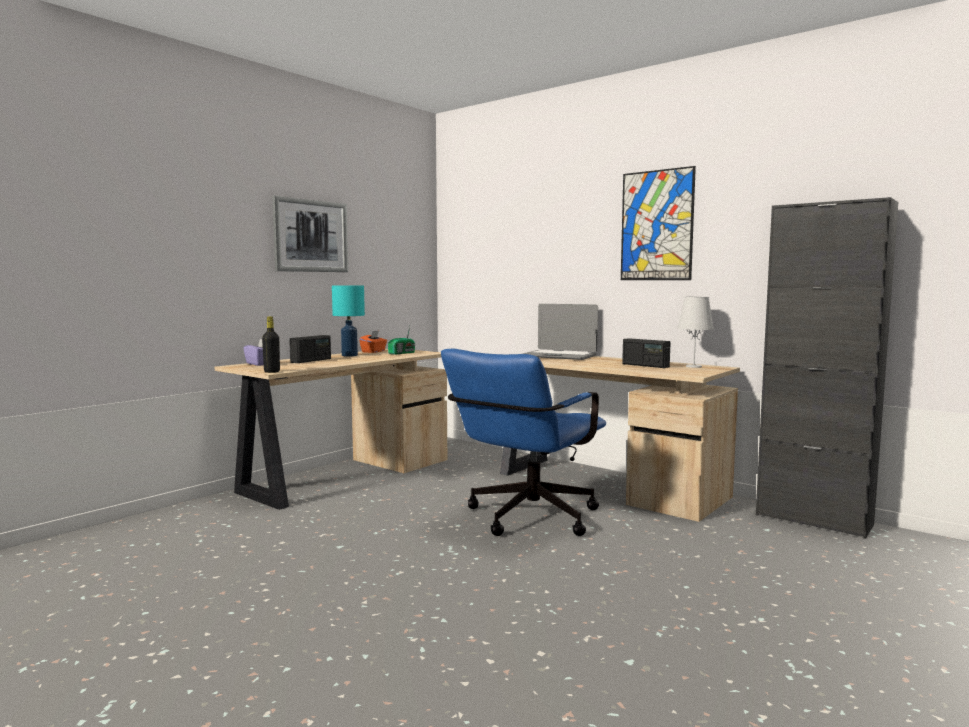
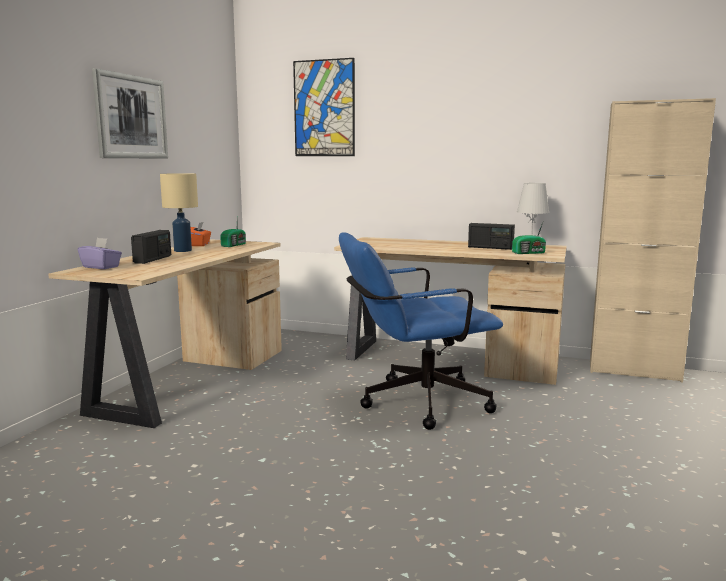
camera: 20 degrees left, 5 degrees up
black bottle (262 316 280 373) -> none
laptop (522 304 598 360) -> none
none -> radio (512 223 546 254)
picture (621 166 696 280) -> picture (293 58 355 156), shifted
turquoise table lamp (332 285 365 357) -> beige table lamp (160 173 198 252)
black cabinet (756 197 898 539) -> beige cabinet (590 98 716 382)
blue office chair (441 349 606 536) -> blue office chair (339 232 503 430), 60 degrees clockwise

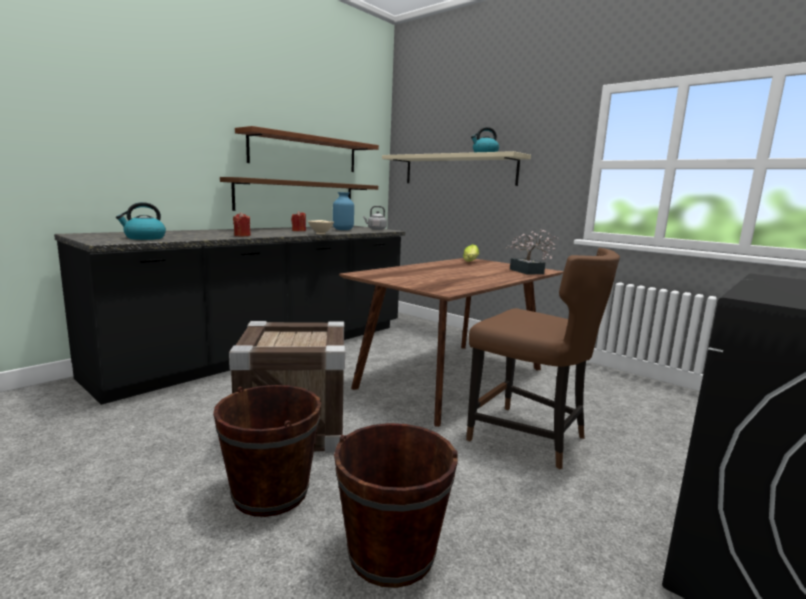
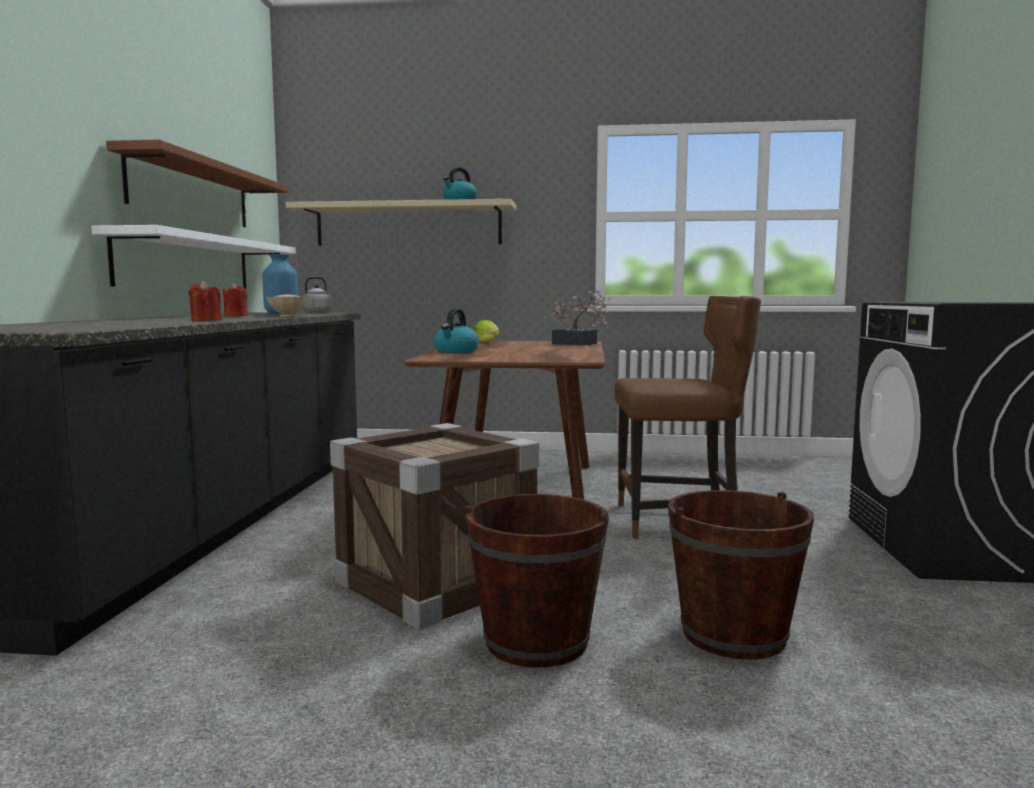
camera: 35 degrees left, 5 degrees down
kettle (116 202 166 240) -> kettle (434 308 479 353), shifted
brown shelf (220 177 378 211) -> white shelf (91 225 296 289)

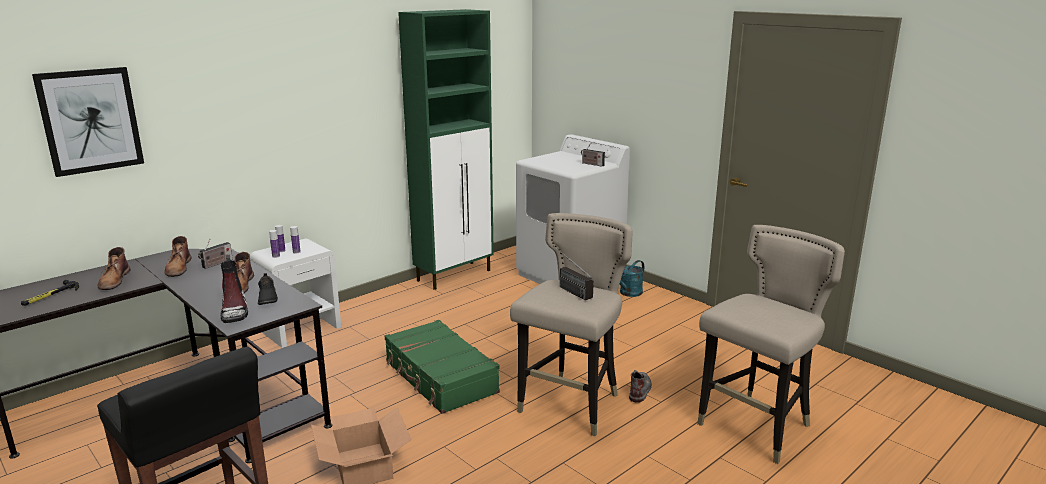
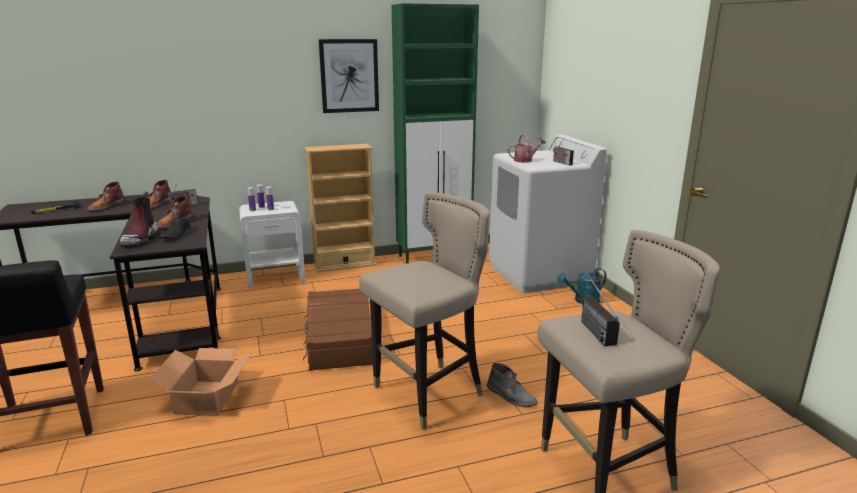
camera: 25 degrees right, 0 degrees up
none -> beige bookcase (305 144 376 273)
none -> watering can (508 134 546 163)
picture (32 67 144 177) -> picture (319 39 379 113), shifted
radio (554 246 594 300) -> radio (581 268 620 346), shifted
green suitcase (385 320 500 414) -> brown suitcase (303 289 373 371)
grey boot (629 370 652 403) -> grey boot (487 363 538 407), 90 degrees clockwise

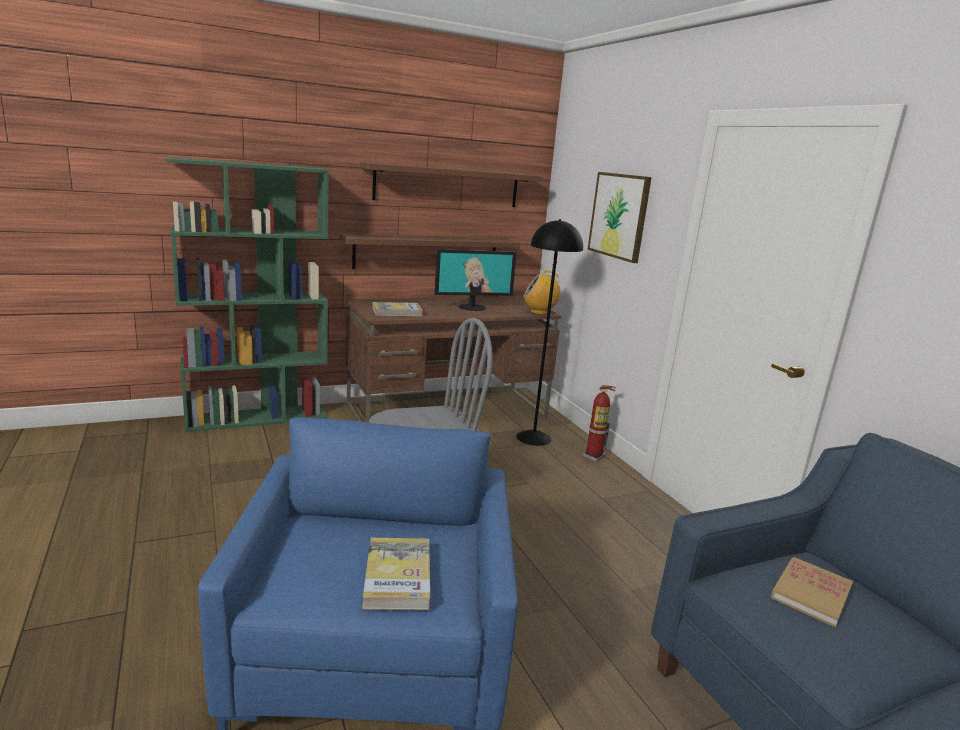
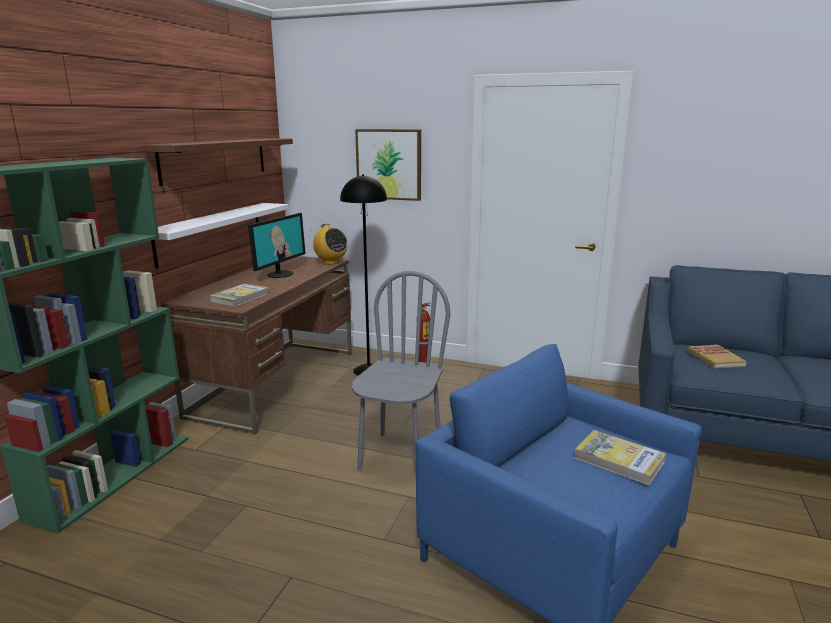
camera: 45 degrees left, 0 degrees up
brown shelf (340 234 520 269) -> white shelf (151 203 288 268)
radio (523 270 562 315) -> radio (312 223 348 264), 90 degrees counterclockwise

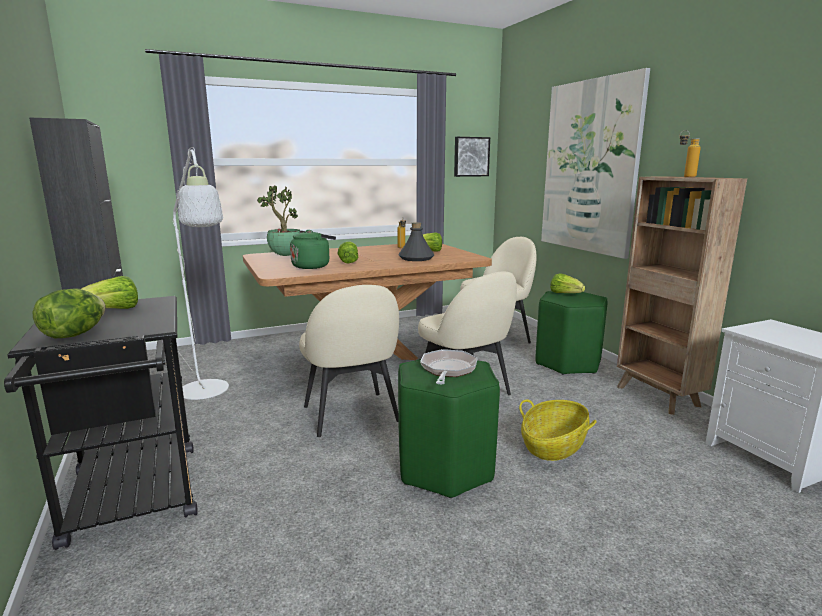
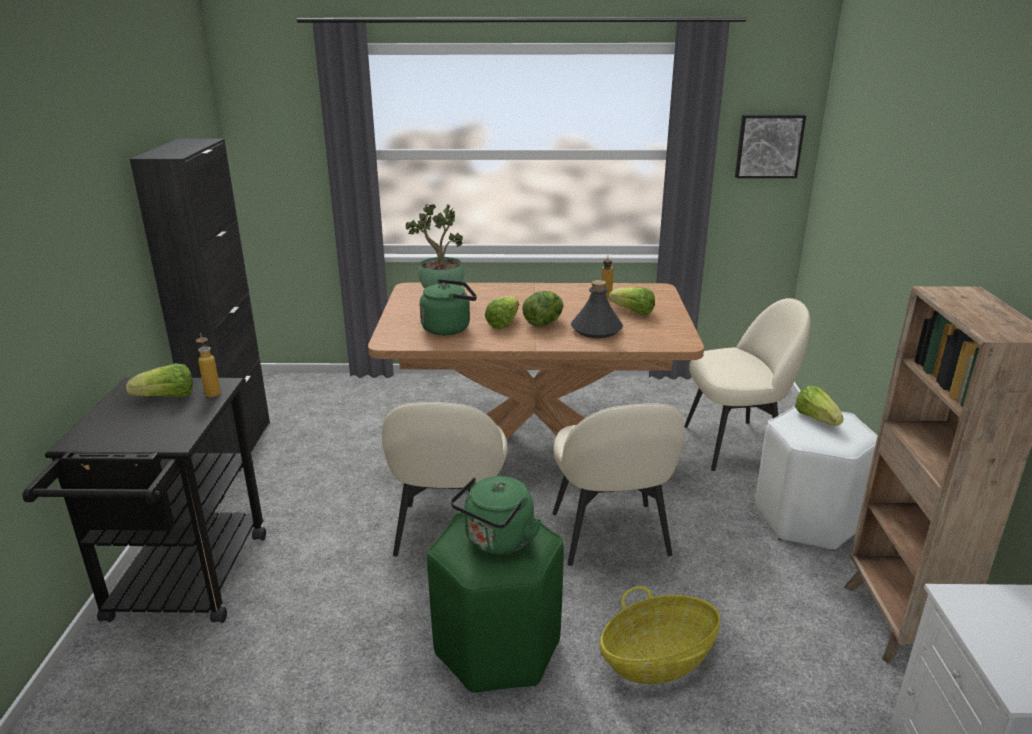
camera: 25 degrees right, 10 degrees up
white floor lamp (173 147 229 400) -> none
picture (541 68 650 259) -> none
lettuce (33 288 105 338) -> lettuce (522 291 564 326), shifted
bottle (679 130 701 177) -> bottle (196 333 221 397), shifted
frying pan (420 349 478 384) -> green kettle (451 476 542 555)
green stool (535 291 607 375) -> white stool (755 406 878 551)

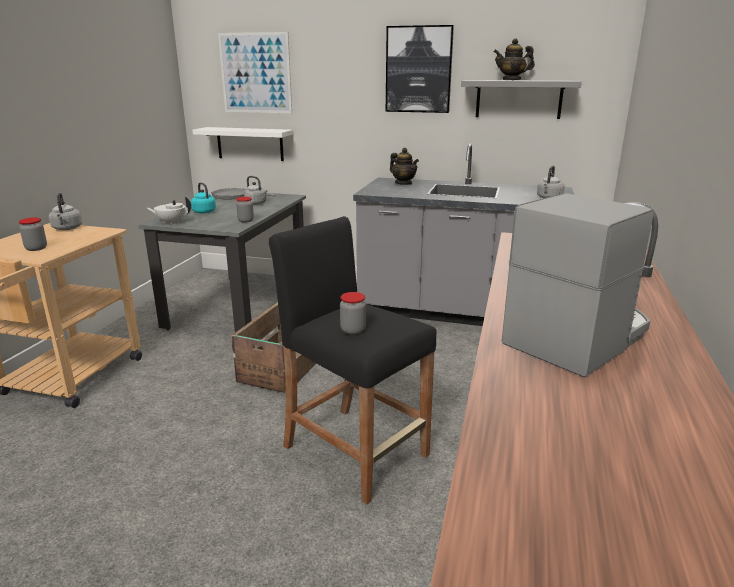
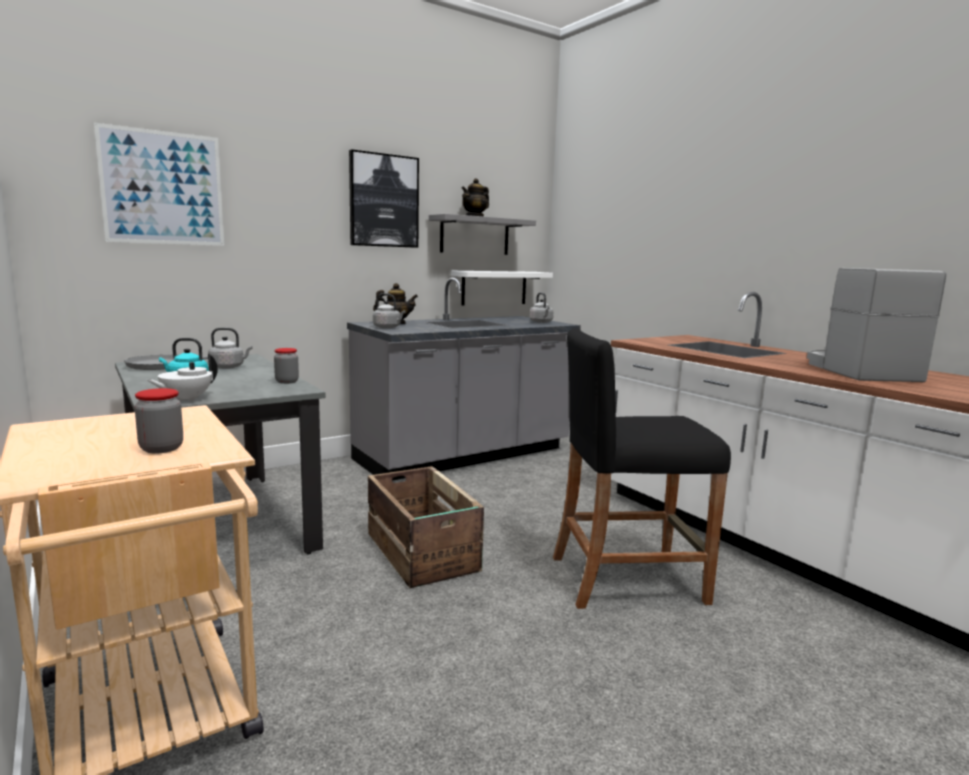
camera: 50 degrees left, 10 degrees down
jar (340 292 366 335) -> none
grey kettle (49 193 82 230) -> grey kettle (373 293 406 329), shifted
white shelf (193 127 293 161) -> white shelf (451 271 553 305), shifted

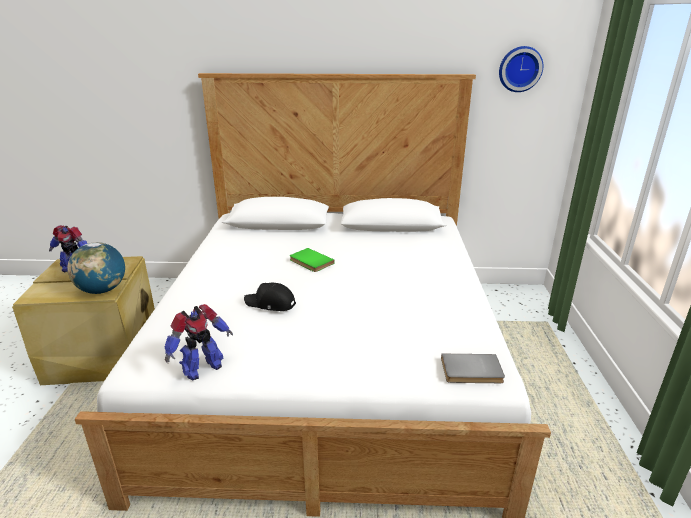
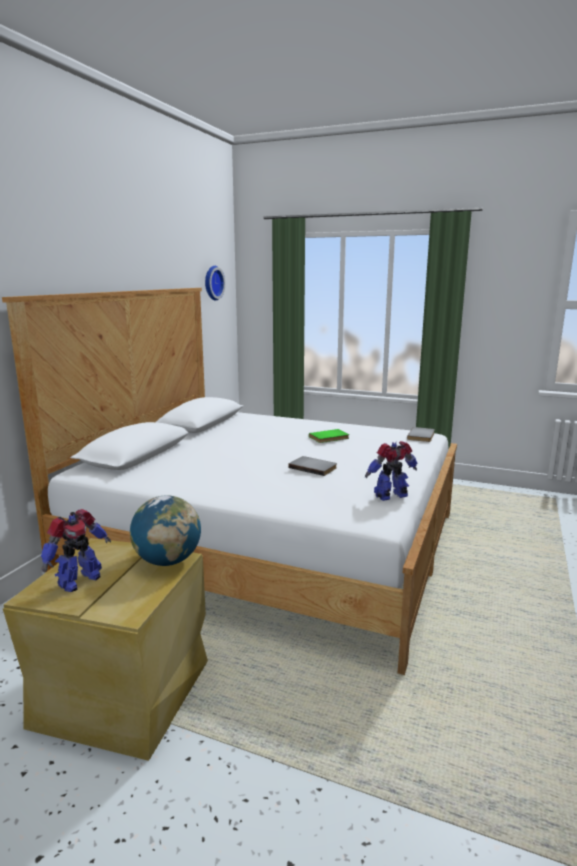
camera: 70 degrees left, 10 degrees down
green book (290 248 334 272) -> green book (309 429 349 443), shifted
black cap (244 282 296 311) -> grey book (289 456 337 476)
toy robot (165 304 233 381) -> toy robot (365 441 417 501), 90 degrees counterclockwise

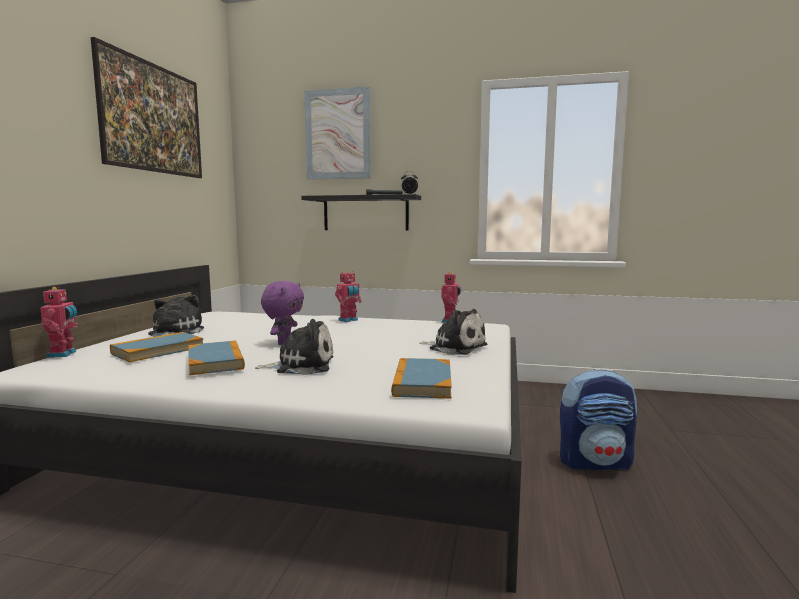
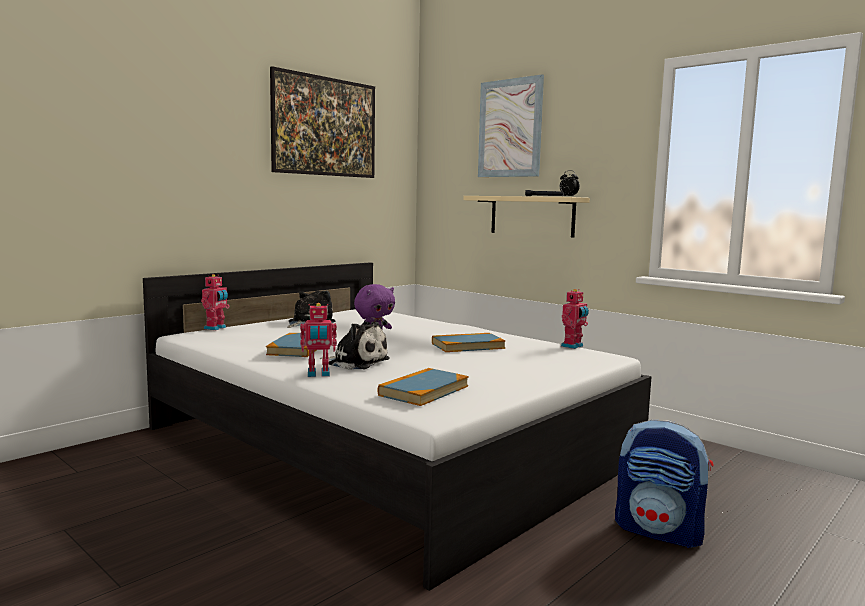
camera: 30 degrees right, 0 degrees up
plush toy (420 309 487 355) -> none
book (110 332 204 362) -> book (432 333 506 352), shifted
toy robot (335 271 362 322) -> toy robot (300 303 337 377), shifted
black shelf (301 194 421 230) -> beige shelf (463 196 590 237)

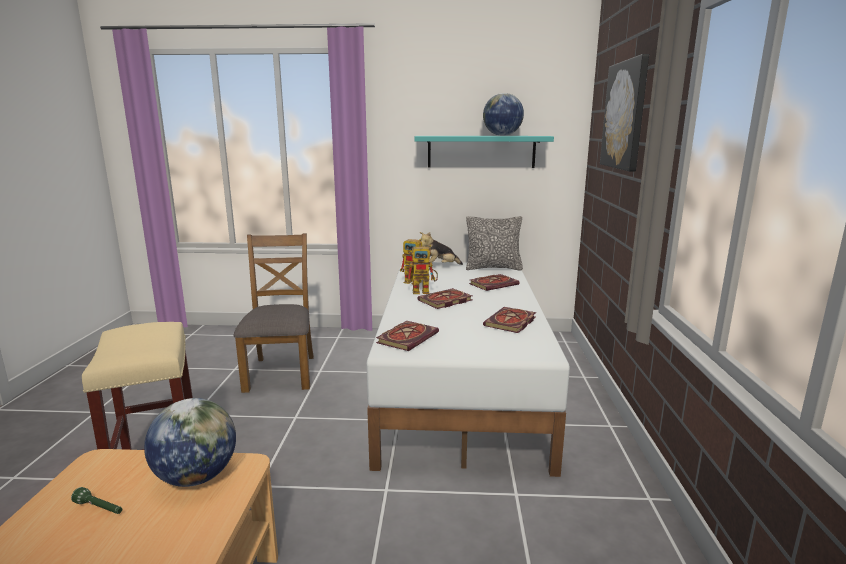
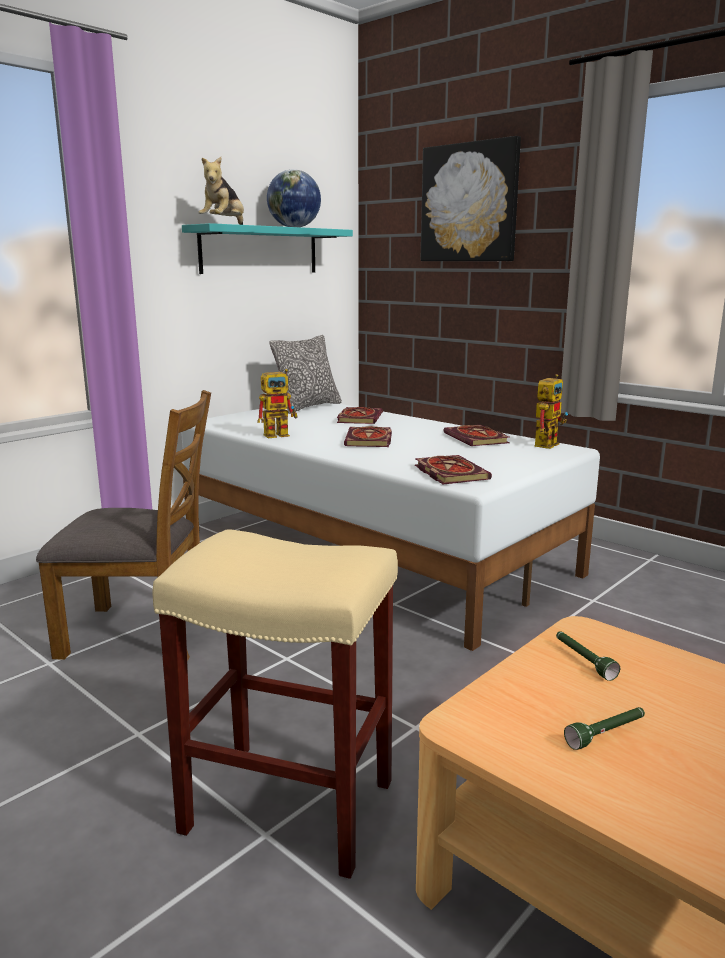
camera: 50 degrees left, 0 degrees up
toy robot (407 245 438 294) -> toy robot (535 374 568 449), shifted
plush toy (420 232 463 265) -> plush toy (198 157 244 225), shifted
globe (144 398 236 487) -> green flashlight (556 631 620 681)
brown chair (233 233 314 393) -> brown chair (36 390 211 661), 150 degrees clockwise

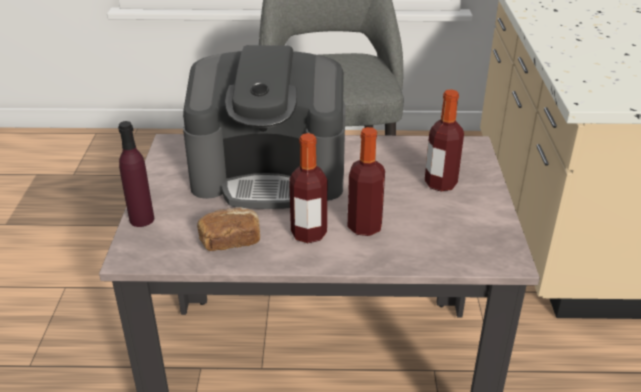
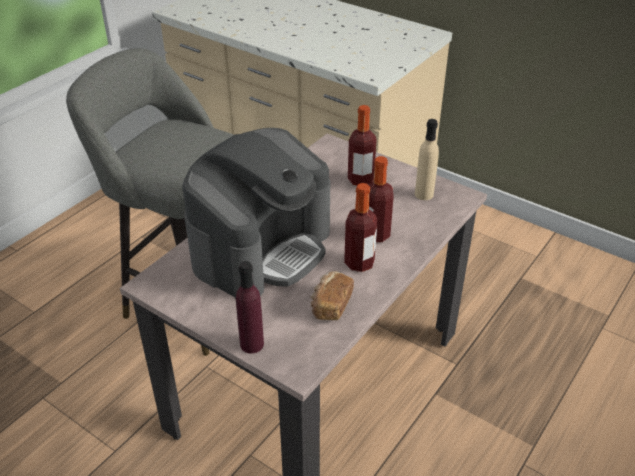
camera: 55 degrees left, 5 degrees up
none -> beige bottle (415 119 439 200)

